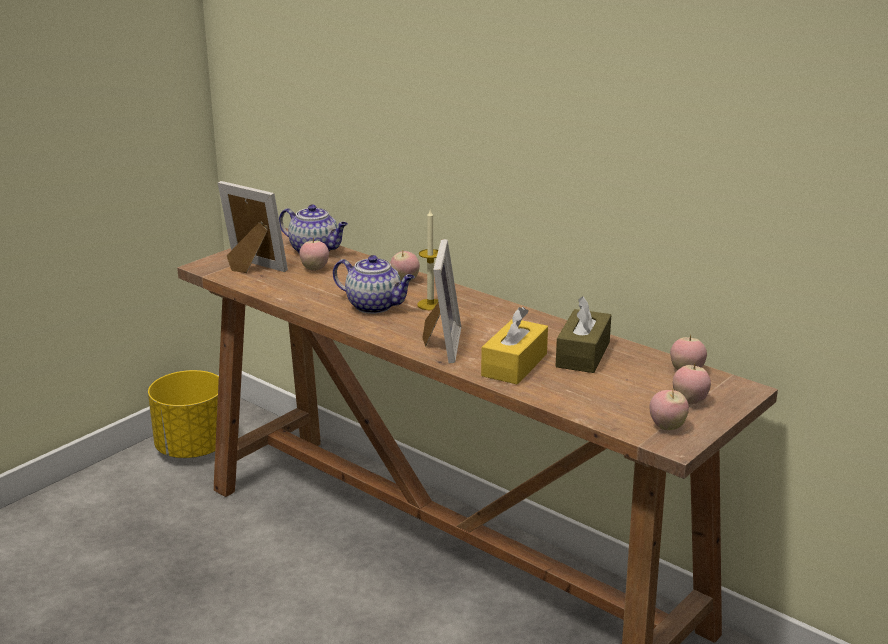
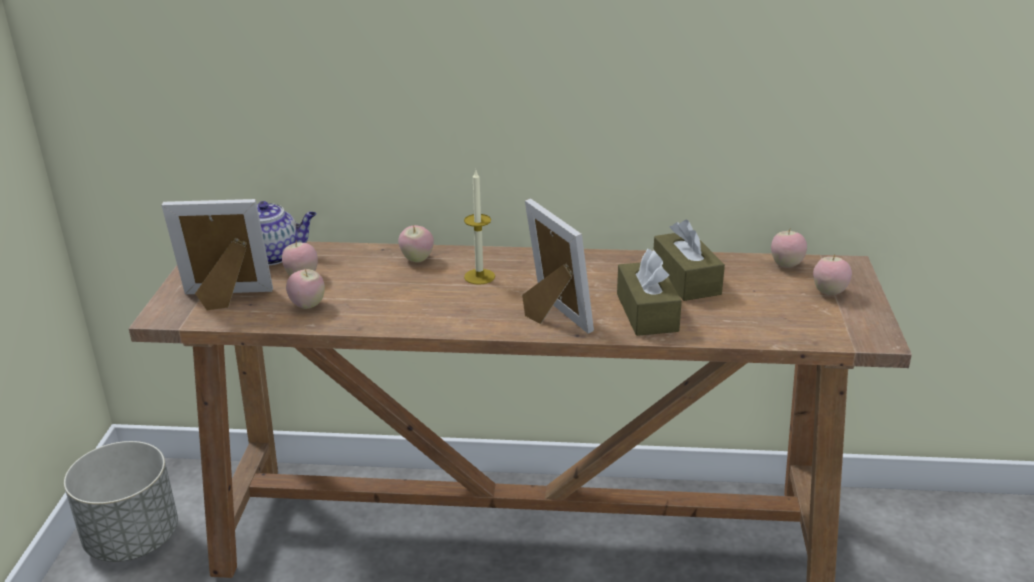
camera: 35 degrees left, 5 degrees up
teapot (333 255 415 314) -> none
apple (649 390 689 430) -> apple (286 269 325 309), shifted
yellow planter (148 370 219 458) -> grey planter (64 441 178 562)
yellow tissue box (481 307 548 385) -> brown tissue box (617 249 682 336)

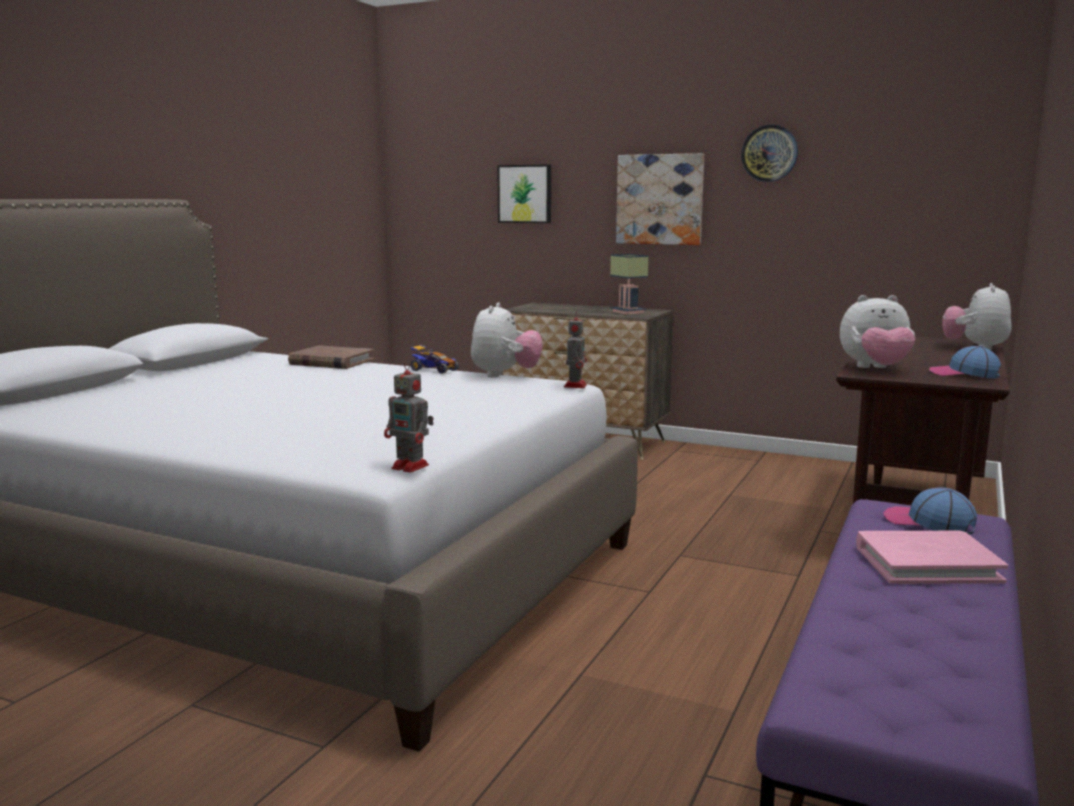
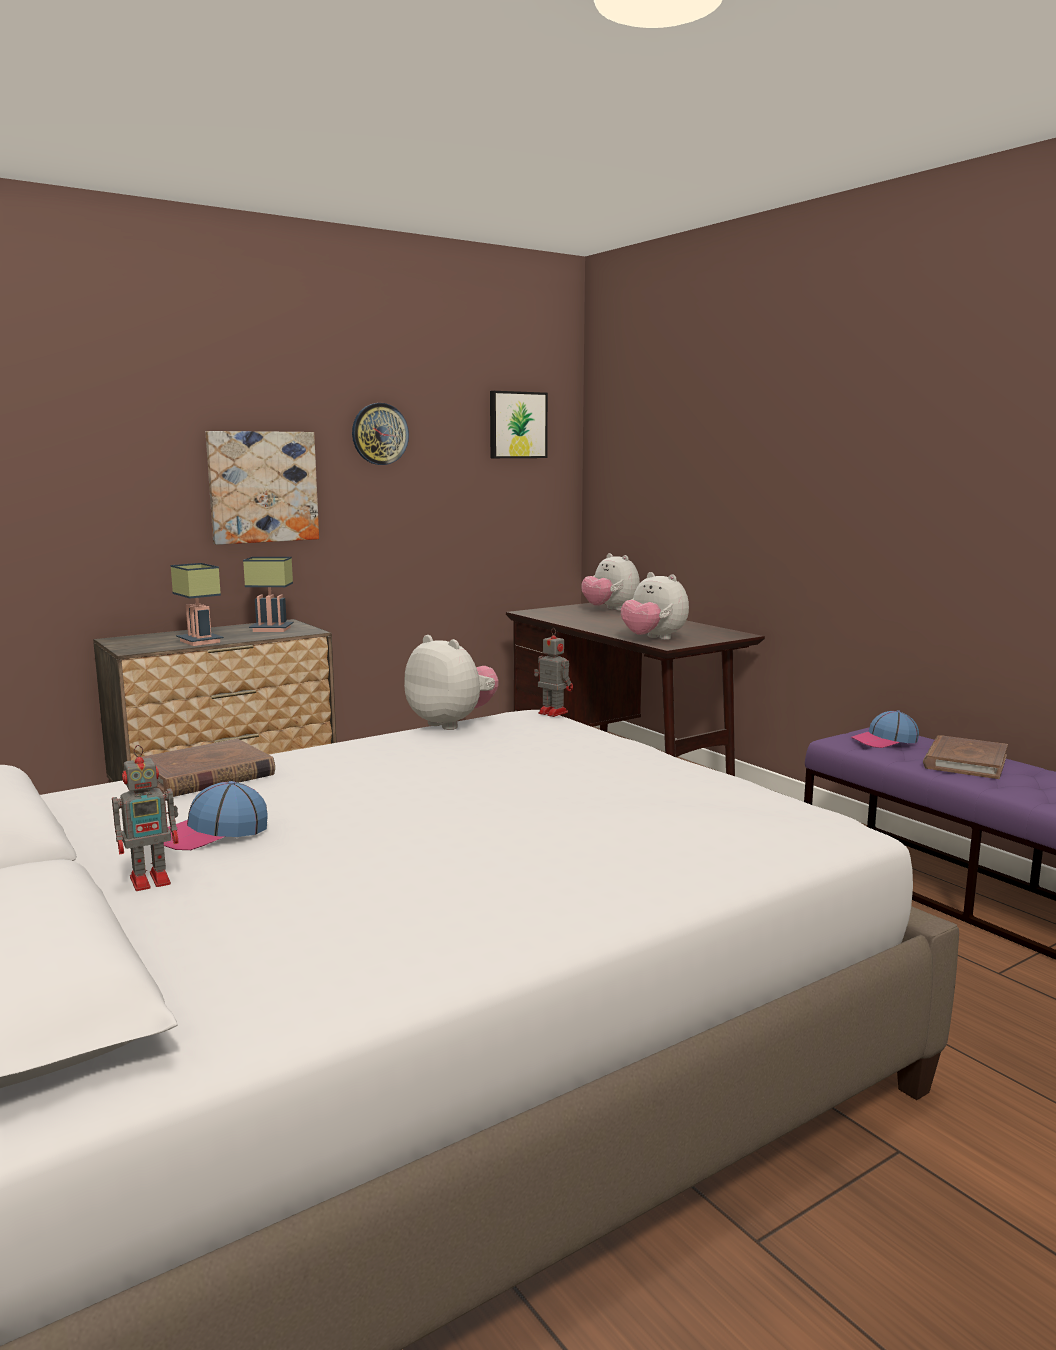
camera: 60 degrees left, 0 degrees up
toy car (411 345 459 374) -> none
none -> table lamp (170 563 224 646)
toy robot (384 361 434 473) -> toy robot (112 745 179 891), shifted
picture (497 164 551 223) -> picture (490 391 548 458), shifted
cap (930 346 1001 378) -> cap (164 781 268 850), shifted
pink book (856 531 1008 584) -> brown book (923 735 1008 779)
plush toy (840 295 915 368) -> plush toy (621 572 689 640), 105 degrees clockwise

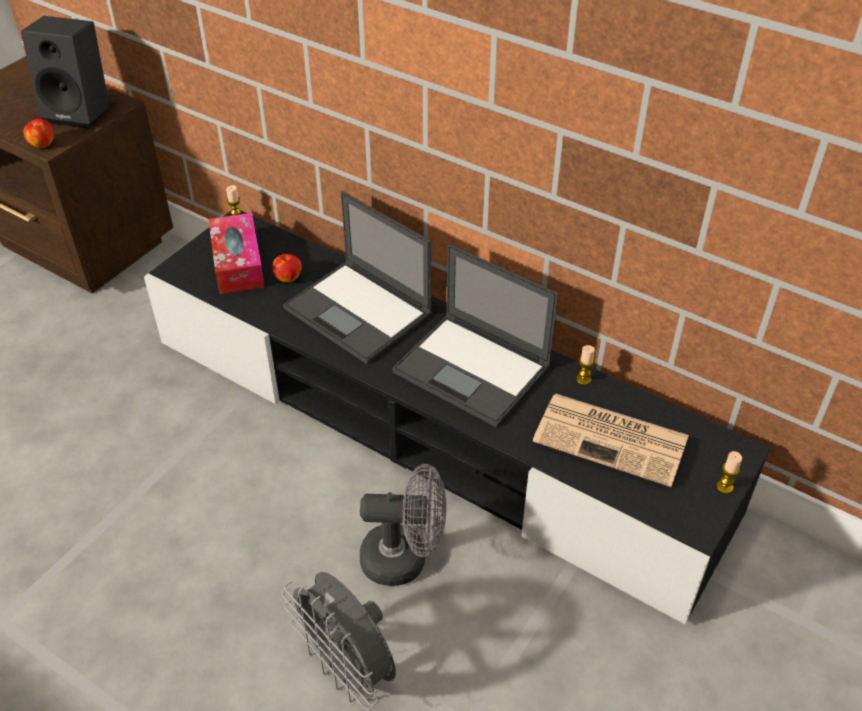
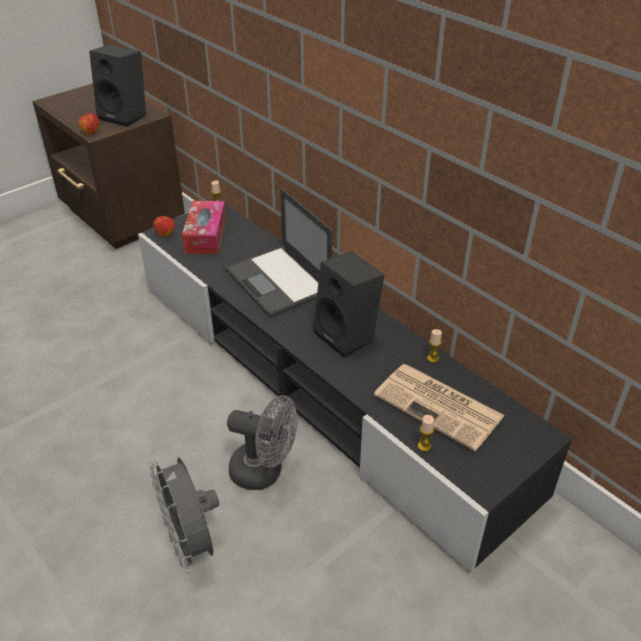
camera: 15 degrees right, 5 degrees down
apple (272 254 302 283) -> apple (153 216 175 237), shifted
candle (717 451 742 494) -> candle (418 415 434 452), shifted
laptop (392 244 558 427) -> black speaker (313 251 384 357)

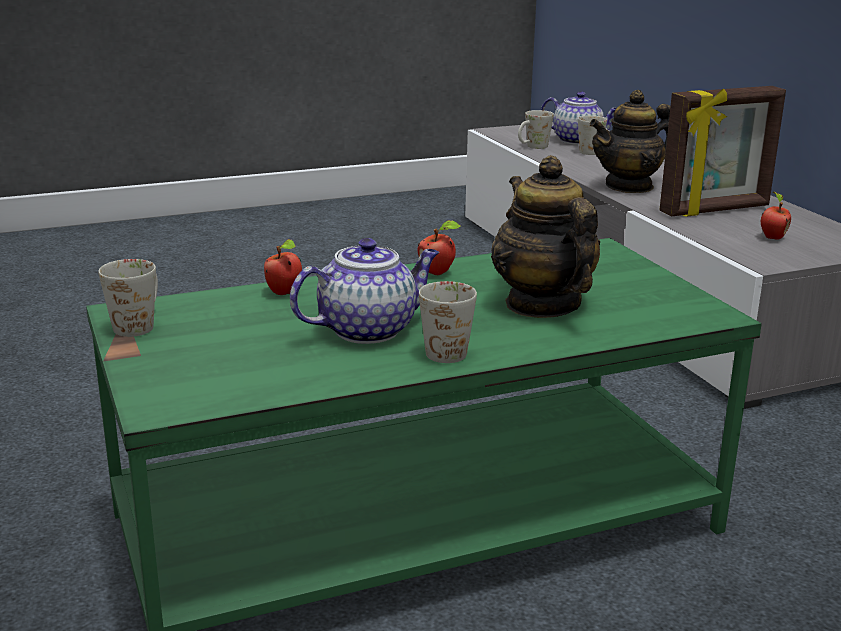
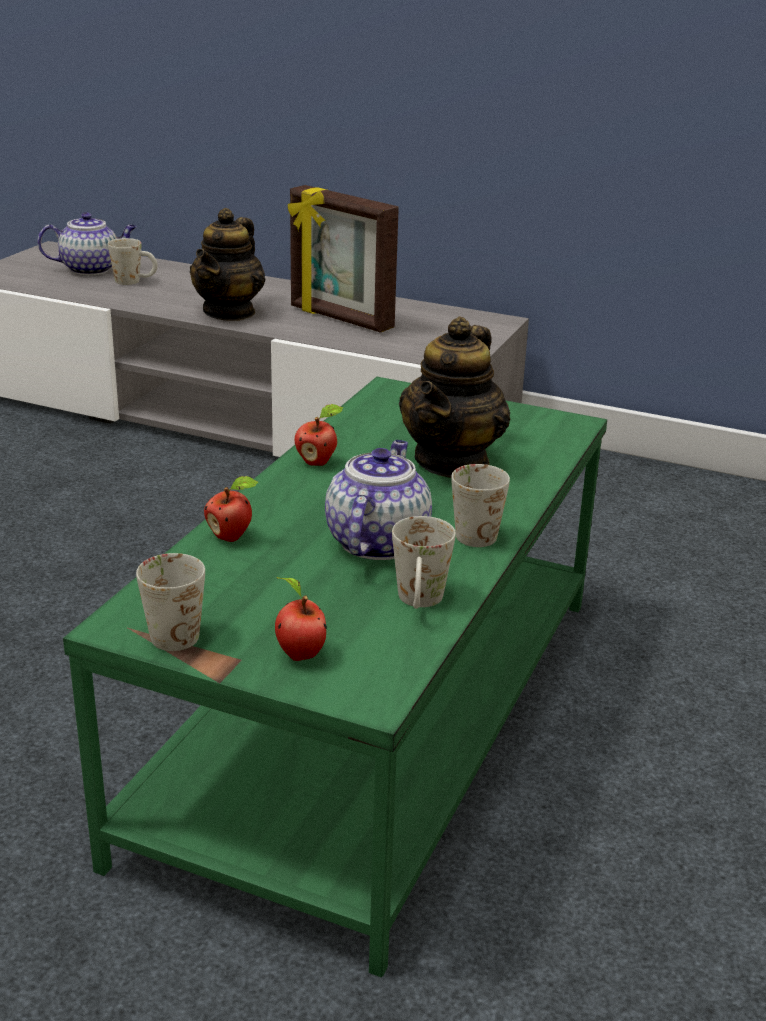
camera: 45 degrees left, 5 degrees up
white mug (518 110 554 149) -> white mug (392 516 456 609), shifted
apple (761 192 791 240) -> apple (275 577 327 661), shifted
teapot (491 155 600 318) -> teapot (399 316 511 478), 90 degrees counterclockwise
picture frame (660 86 786 217) -> picture frame (288 185 399 333), 105 degrees clockwise

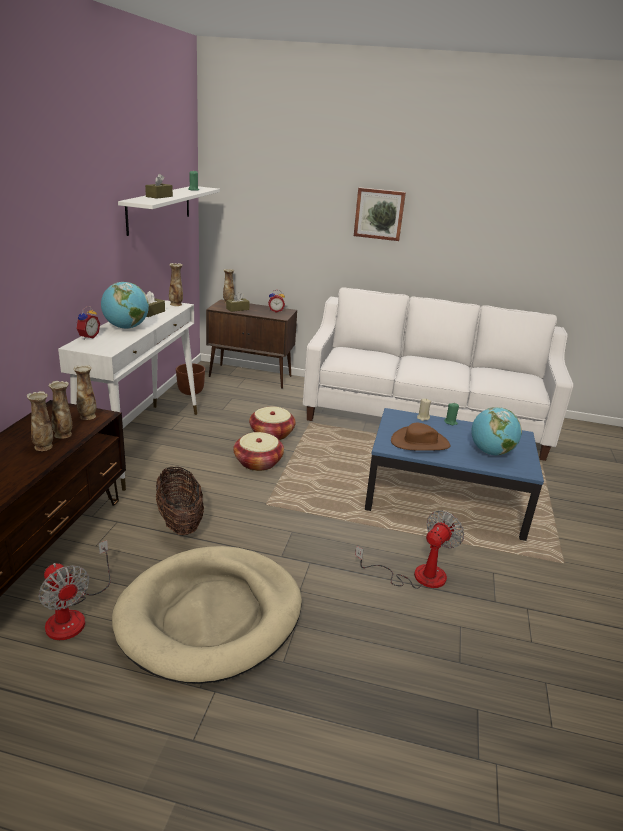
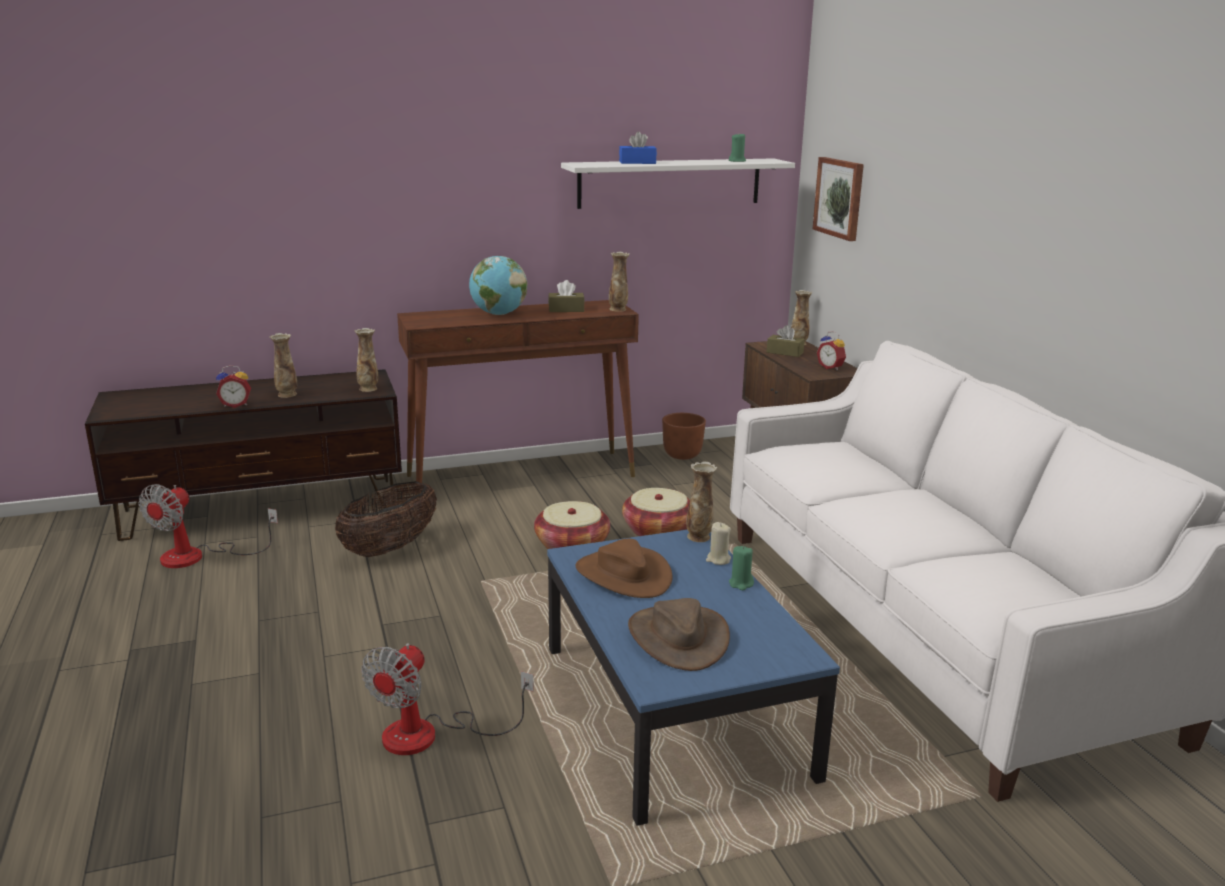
camera: 60 degrees right, 5 degrees down
beige dog bed (112 546 302 684) -> none
vase (48 381 72 439) -> vase (686 462 717 542), shifted
alarm clock (76 306 100 340) -> alarm clock (216 365 251 408), shifted
picture (354 187 406 241) -> picture (813 157 864 241), shifted
globe (471 407 522 455) -> brown hat (628 598 730 671)
white console table (58 300 197 491) -> brown console table (397 300 639 498)
brown tissue box (145 173 173 199) -> blue tissue box (619 131 657 164)
fan (355 510 464 589) -> fan (361 643 534 755), 105 degrees clockwise

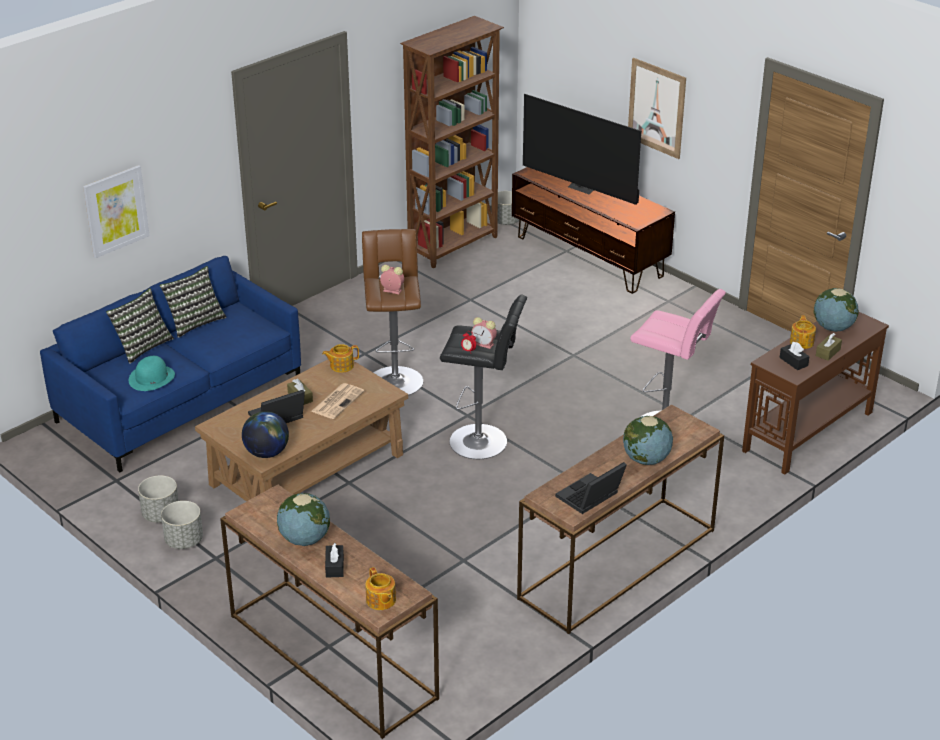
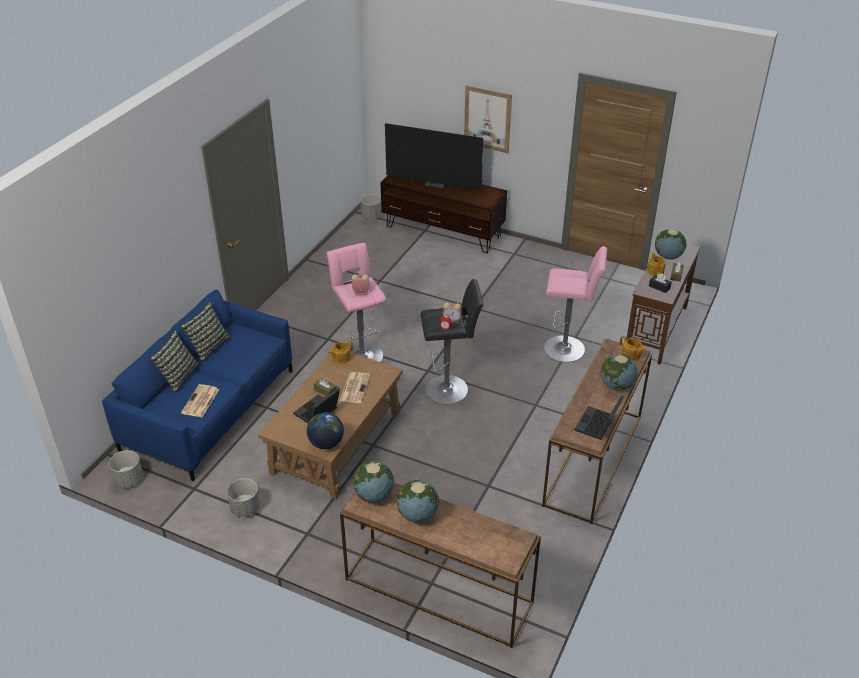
camera: 20 degrees left, 5 degrees up
picture (83 165 150 258) -> none
black tissue box (325 543 344 578) -> none
brown bookcase (400 16 504 268) -> none
none -> globe (353 461 394 503)
grey planter (161 501 203 549) -> grey planter (109 450 143 488), shifted
teapot (365 567 396 610) -> teapot (620 336 647 361), shifted
turquoise hat (129 356 175 391) -> newspaper (181 384 219 417)
brown stool (362 229 423 395) -> pink stool (326 243 386 362)

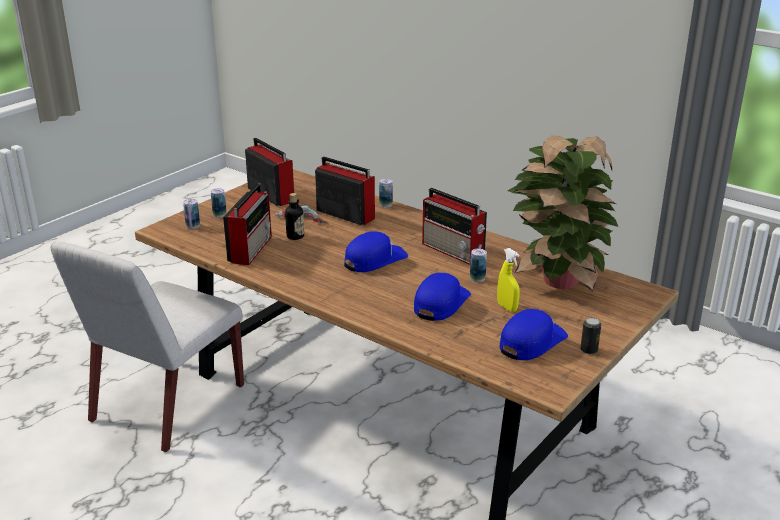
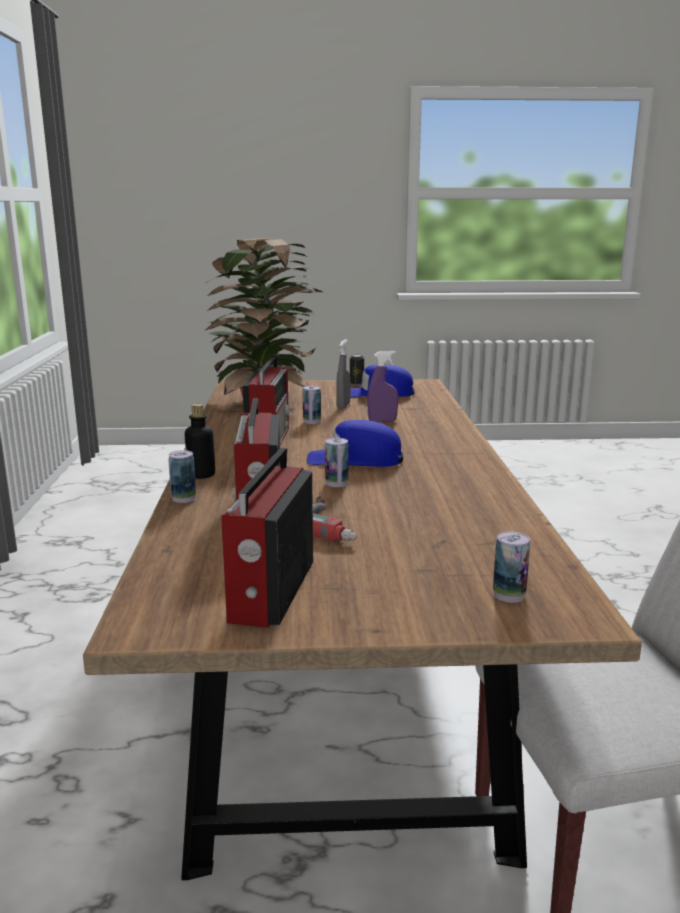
camera: 130 degrees left, 10 degrees down
radio (223 183 272 265) -> none
can (211 188 227 218) -> can (325 438 349 487), shifted
bottle (285 193 304 240) -> bottle (185 404 215 479), shifted
blue cap (414 273 471 321) -> purple spray bottle (367 351 398 422)
yellow spray bottle (497 248 520 312) -> grey spray bottle (336 339 351 409)

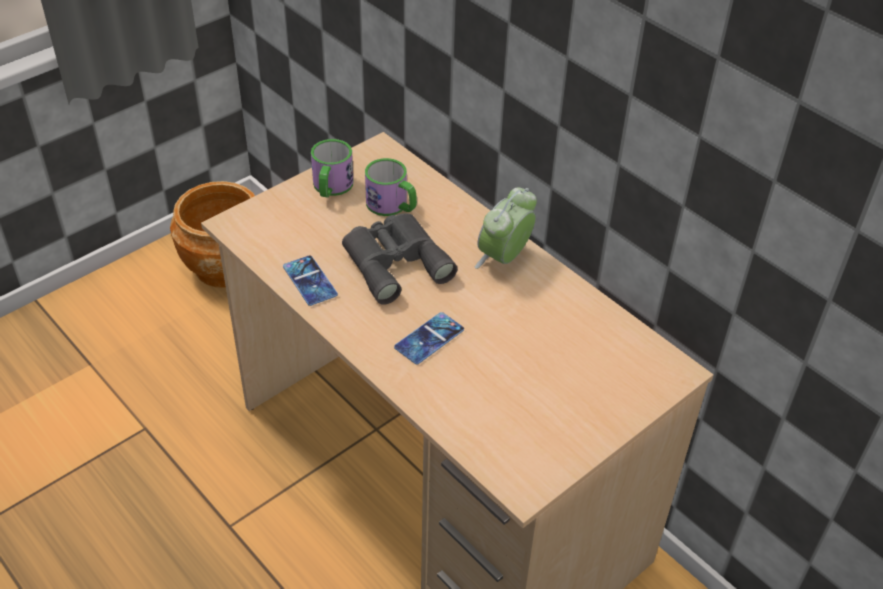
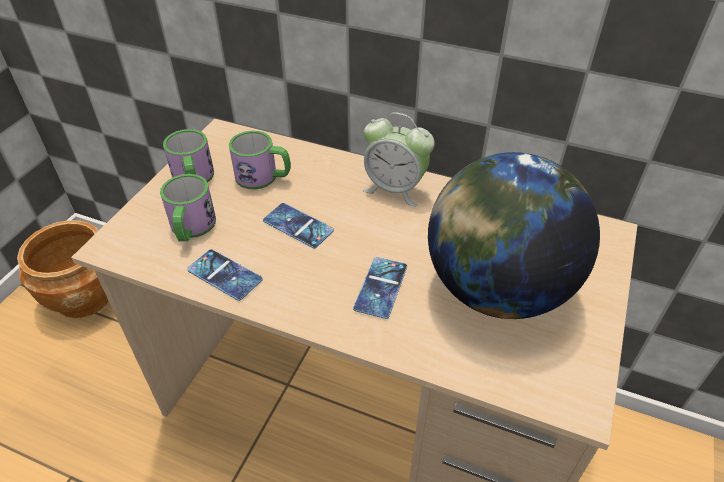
camera: 25 degrees left, 0 degrees up
none -> mug (160 174 216 241)
none -> globe (428 152 600 319)
grey binoculars (342 213 457 305) -> phone (263 203 334 248)
alarm clock (475 187 537 269) -> alarm clock (363 112 435 207), 75 degrees counterclockwise

